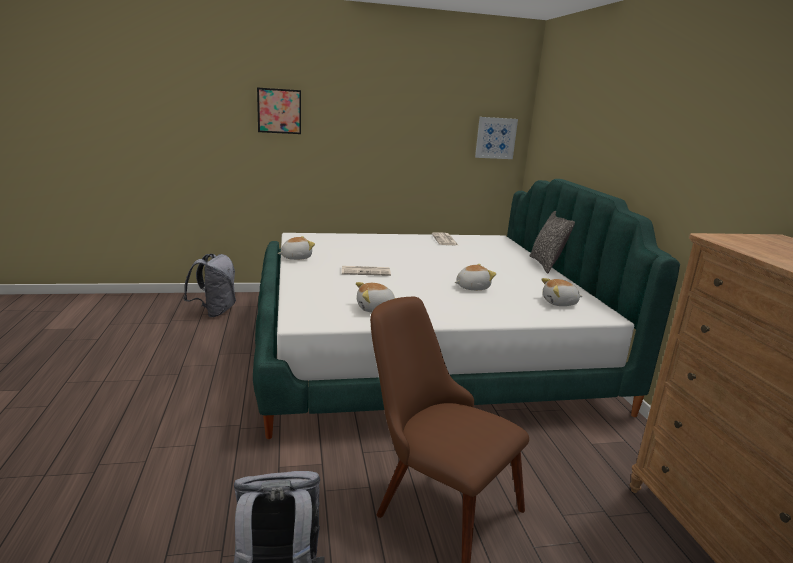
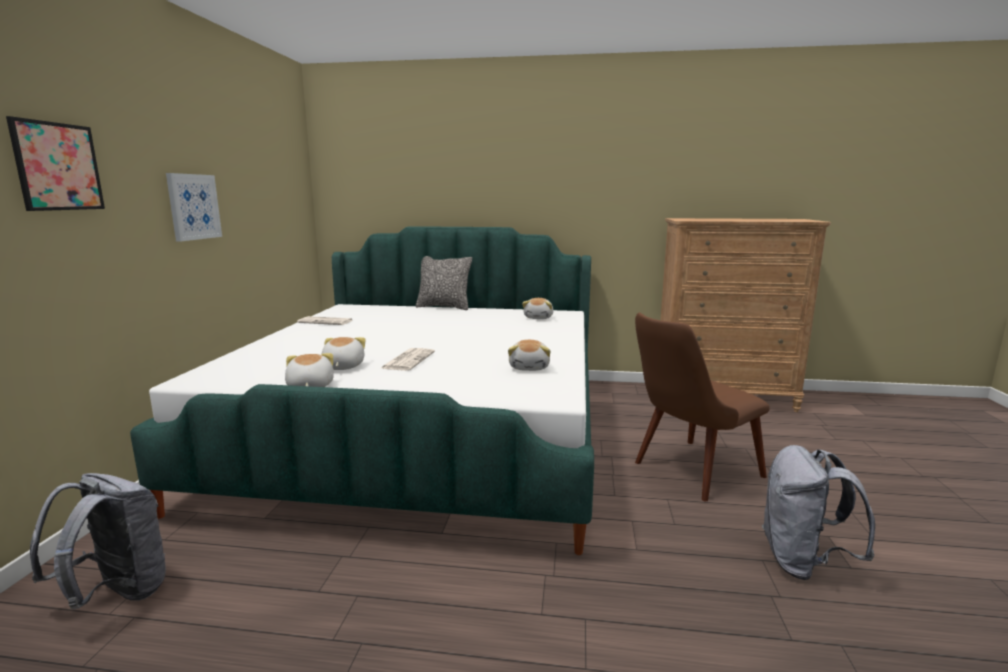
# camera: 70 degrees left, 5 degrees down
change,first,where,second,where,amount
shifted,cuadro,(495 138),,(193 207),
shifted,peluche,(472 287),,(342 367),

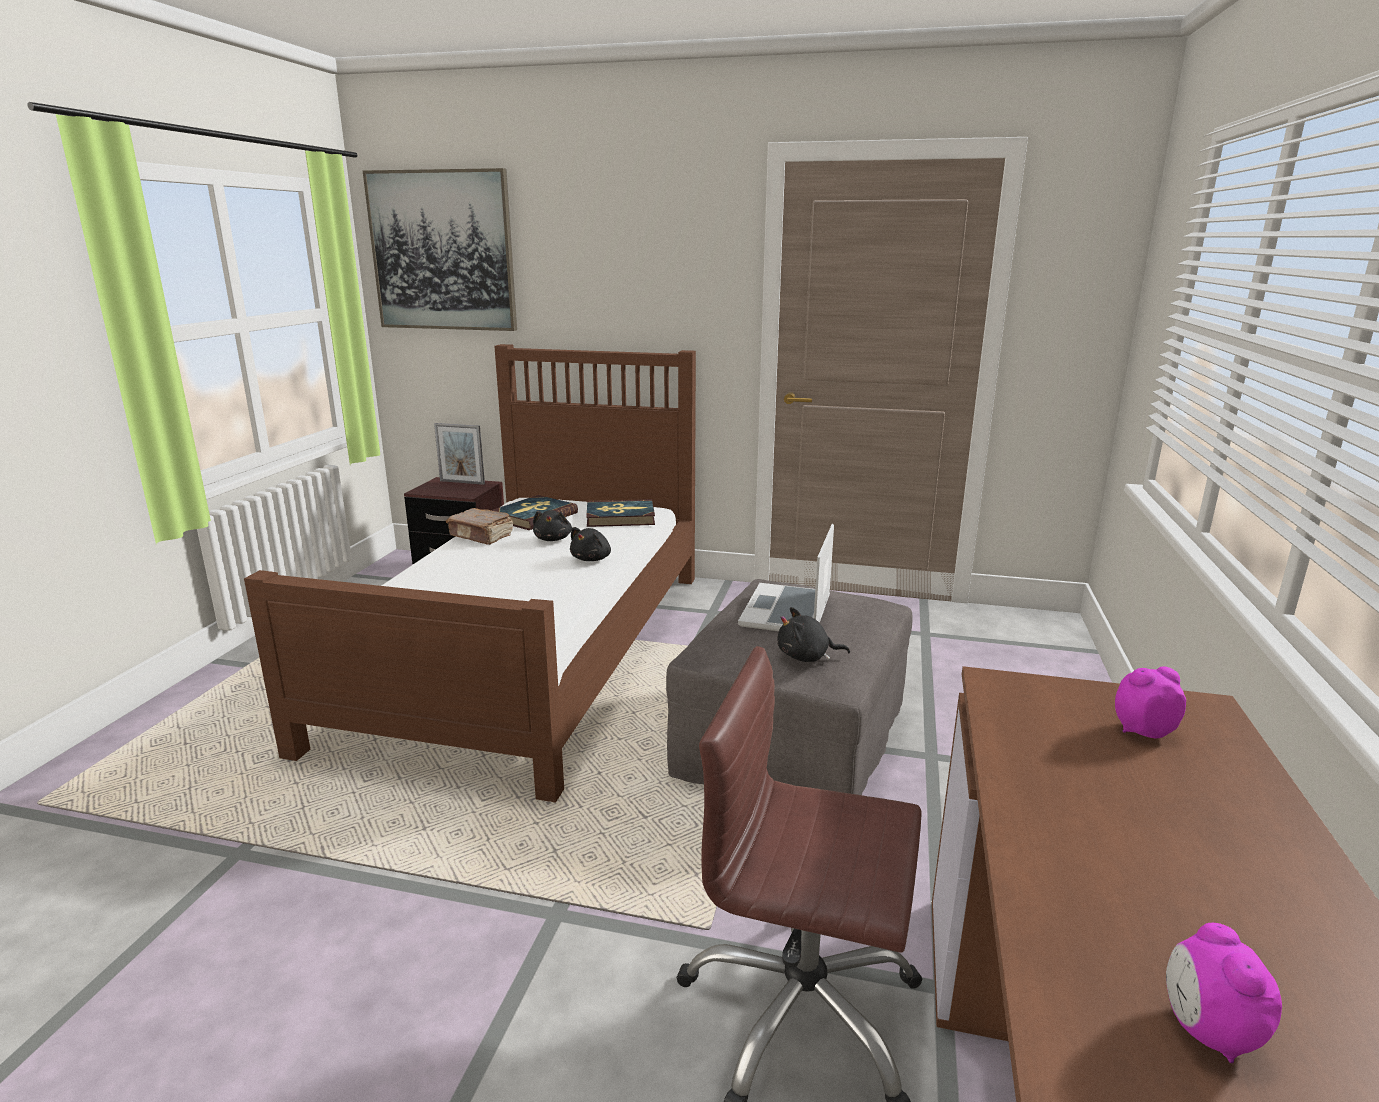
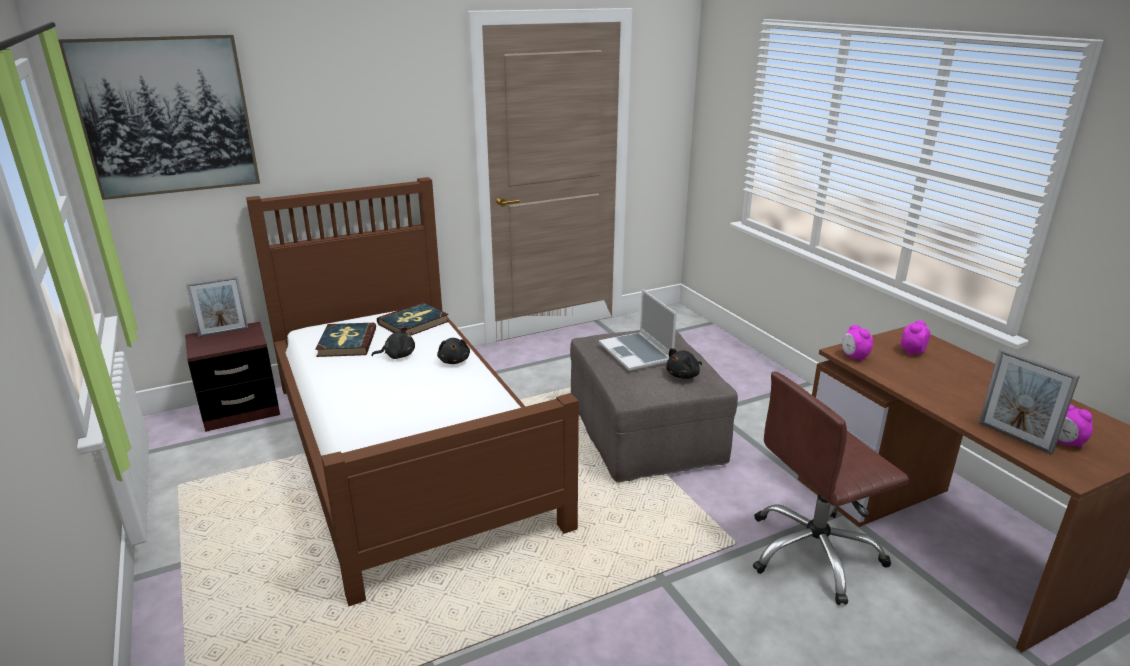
# camera: 40 degrees left, 5 degrees up
change,first,where,second,where,amount
rotated,peluche/negro,(553 539),,(397 355),60 degrees counterclockwise
new,,,despertador,(854 357),
new,,,portarretratos,(1014 437),
gone,libro/marrón,(481 536),,,

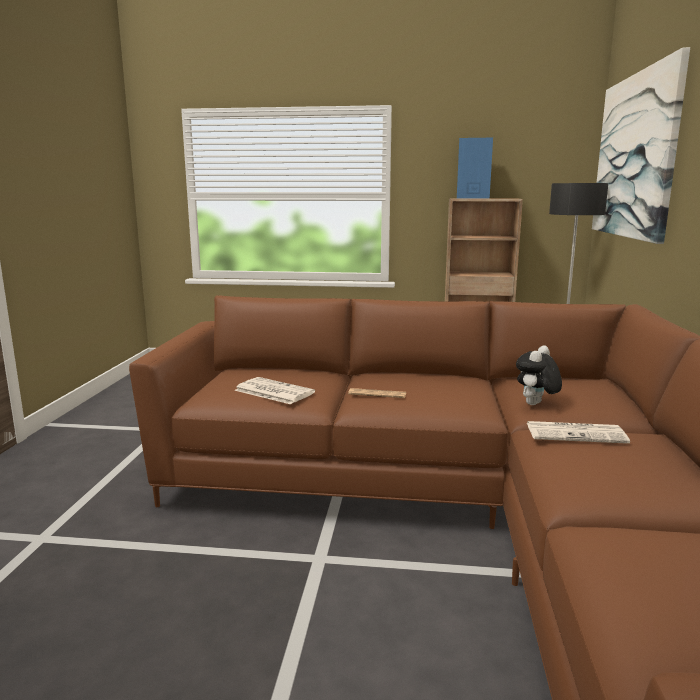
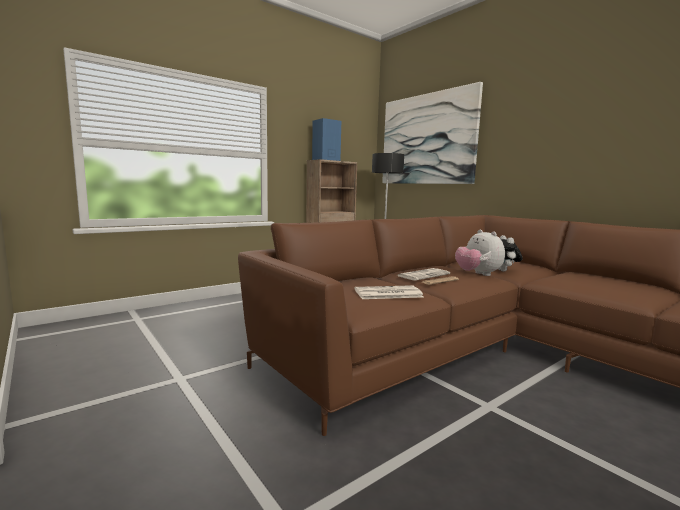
# camera: 45 degrees left, 5 degrees down
change,first,where,second,where,amount
shifted,periódico,(576 433),,(423 275),
new,,,peluche,(478 274),

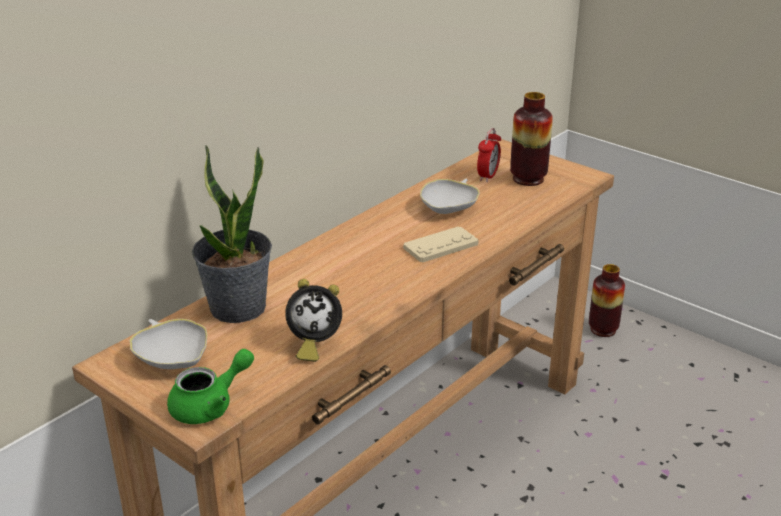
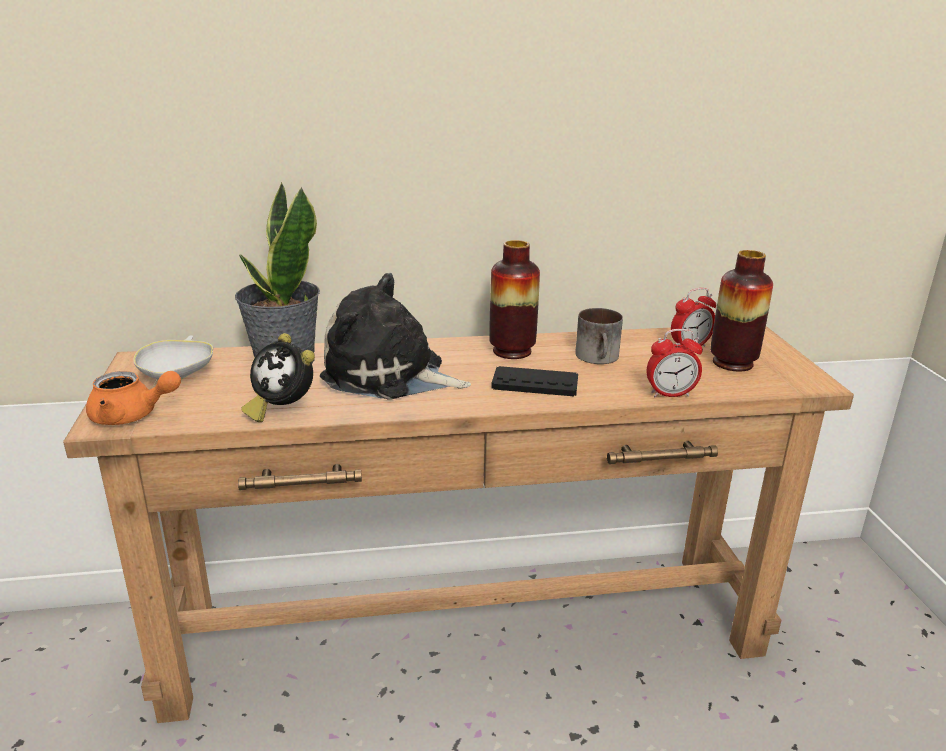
# camera: 40 degrees right, 5 degrees down
change,first,where,second,where,amount
repainted,tetera/verde,(210 406),tetera/naranja,(132 416),
new,,,peluche,(389 375),
shifted,florero,(603 330),,(512 351),
repainted,mando de consola/beis,(440 246),mando de consola/negro,(535 383),
swapped,cuenco/blanco,(449 208),taza grande,(600 358),
new,,,despertador,(670 394),

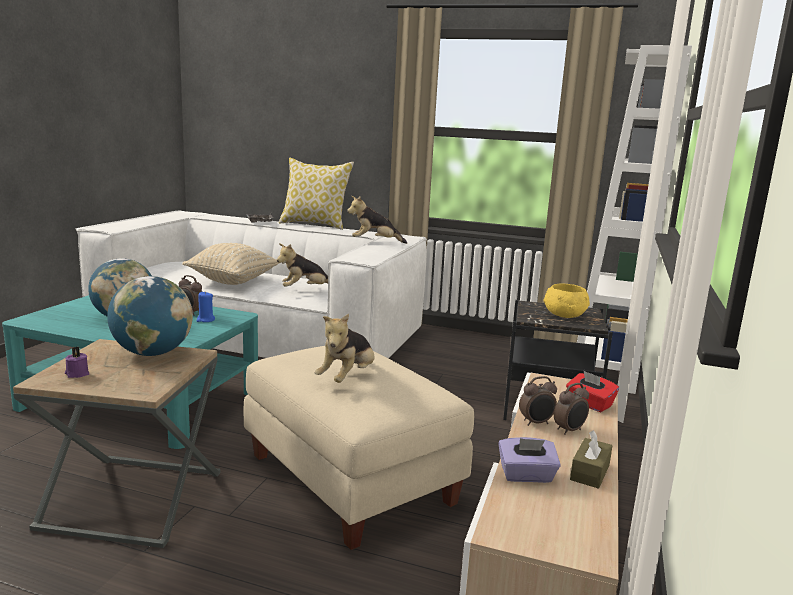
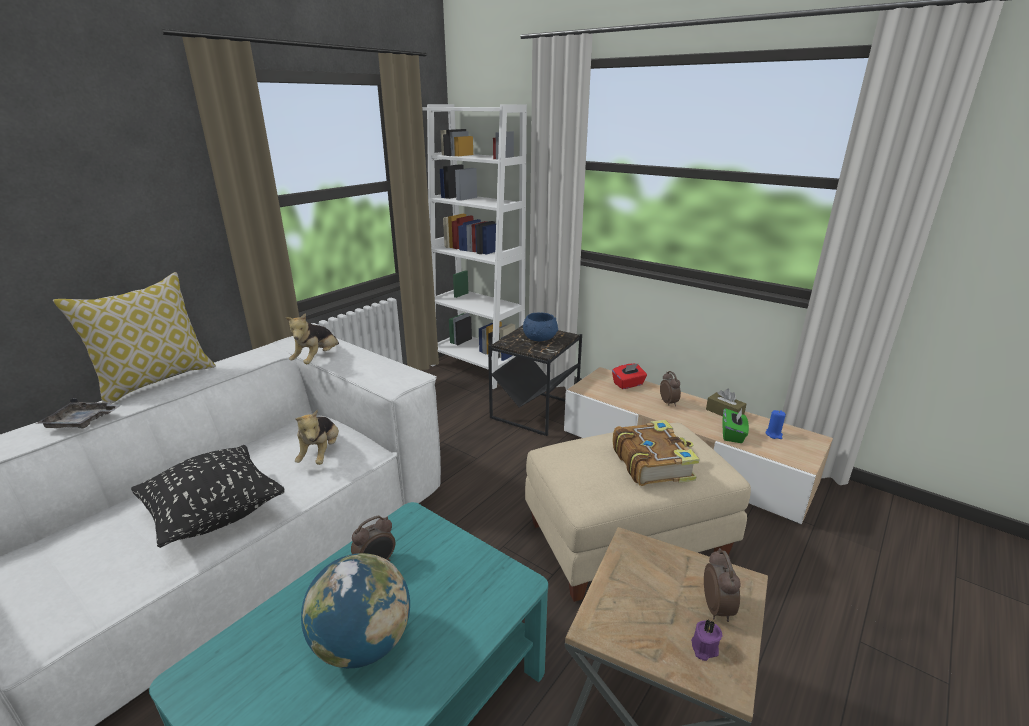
# camera: 70 degrees left, 10 degrees up
change,first,where,second,where,amount
repainted,cojín/beis,(233 281),cojín/negro,(215 514),
repainted,cuenco/amarillo,(564 315),cuenco/azul,(540 338),
swapped,peluche,(347 378),libro,(652 462),
shifted,despertador,(536 423),,(717 608),
repainted,caja de pañuelos/morado,(526 475),caja de pañuelos/verde,(732 435),
shifted,vela/azul,(205 320),,(774 434),
gone,globo terráqueo,(152 353),,,

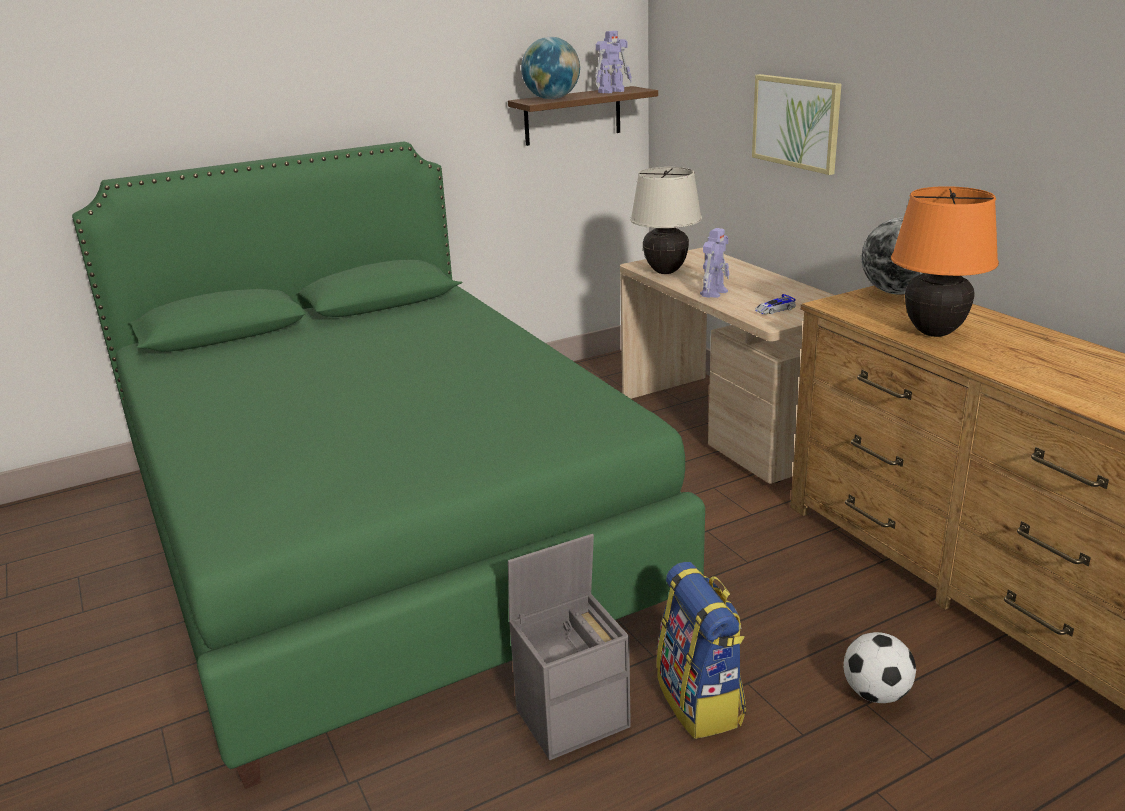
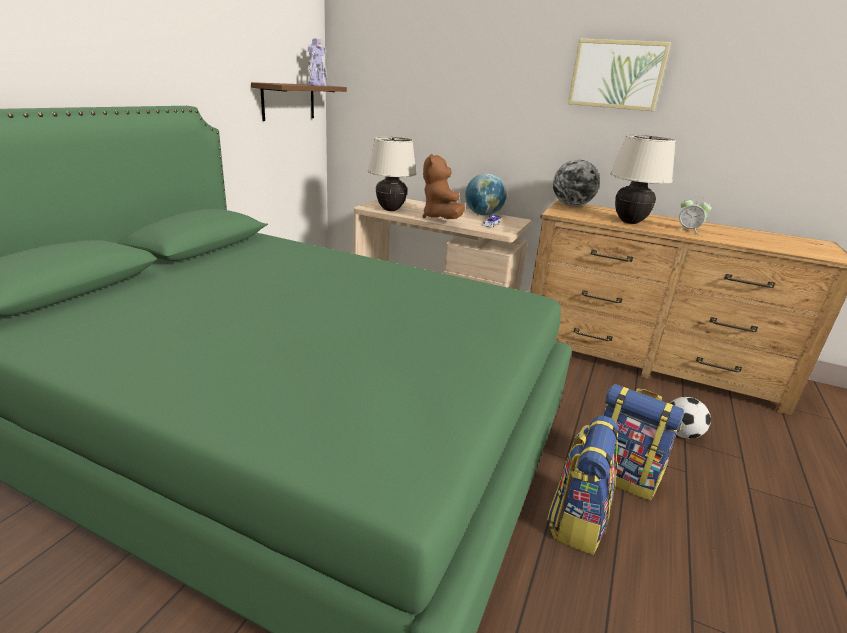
# camera: 40 degrees left, 0 degrees up
change,first,where,second,where,amount
swapped,robot de juguete,(714 292),peluche/marrón,(441 218),
shifted,globo terráqueo,(552 99),,(483 214),
swapped,caja de almacenaje/gris,(573 716),mochila,(577 520),
shifted,cuadro,(796 122),,(616 75),
repainted,lámpara de mesa/naranja,(934 332),lámpara de mesa/beis,(629 222),
new,,,despertador,(688 230),

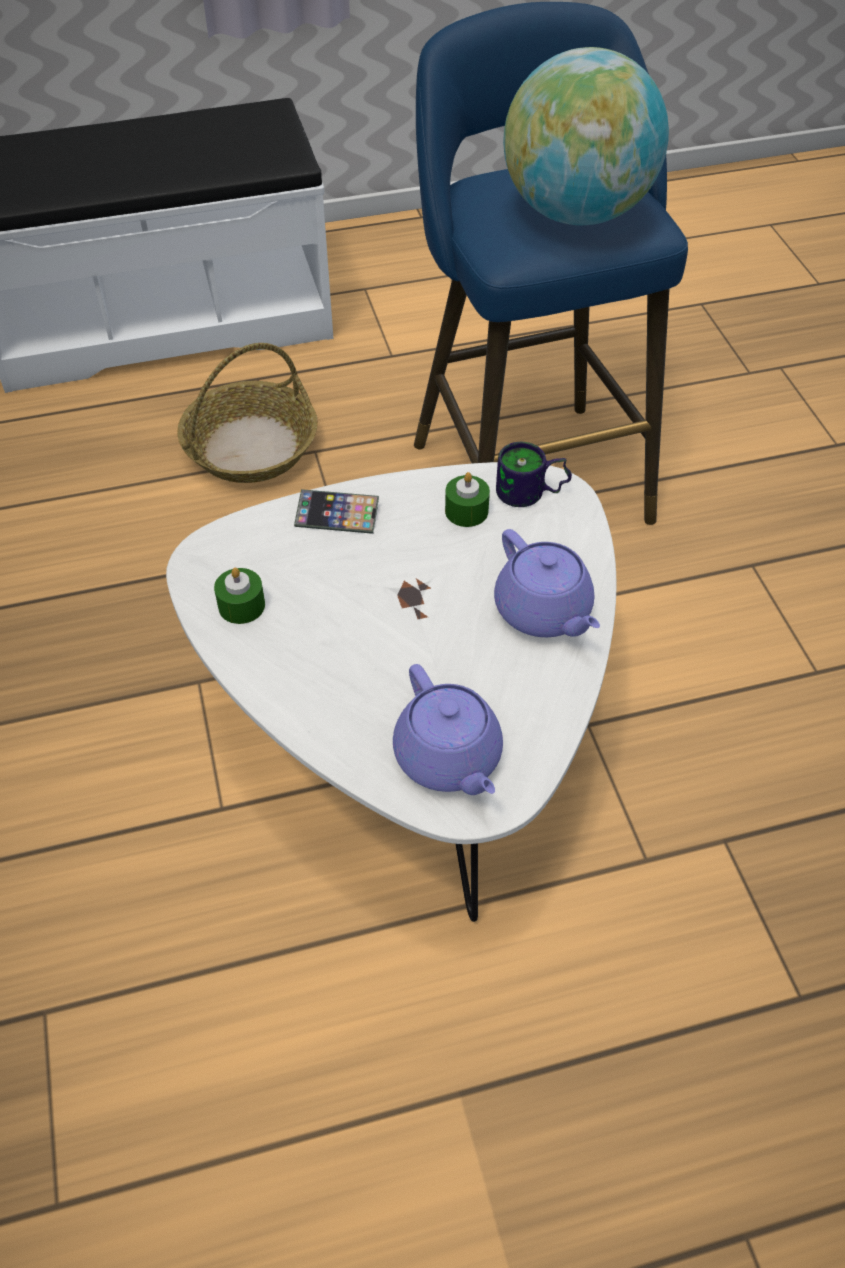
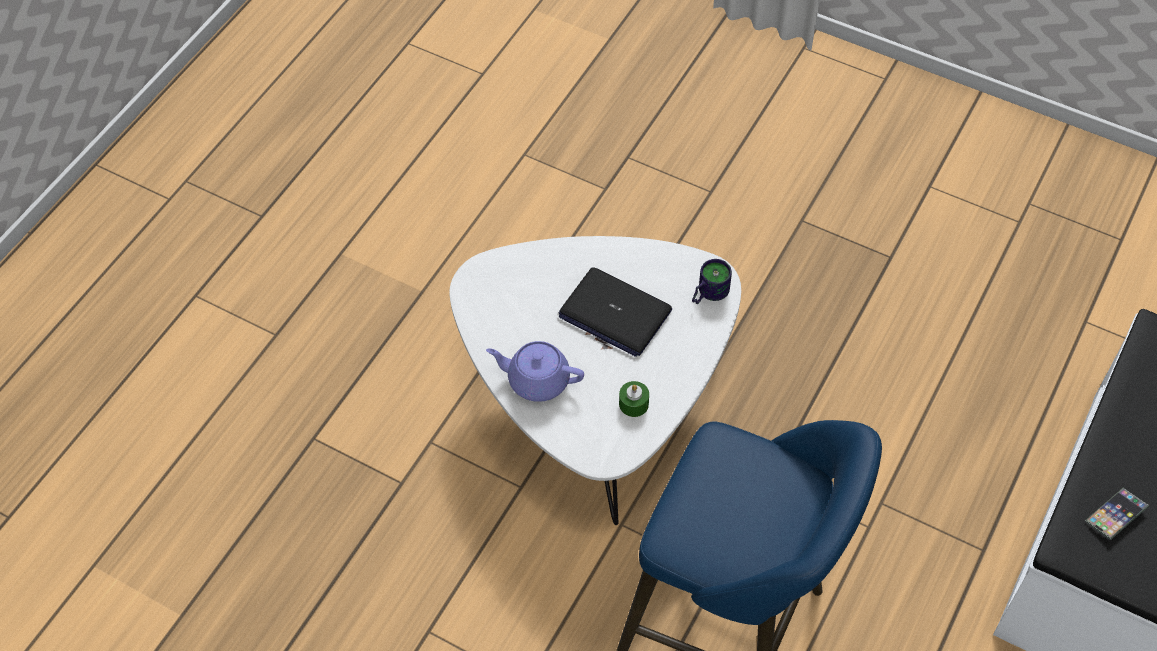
# camera: 135 degrees right, 5 degrees up
change,first,where,second,where,amount
new,,,portátil,(614 313),
shifted,taza grande,(531 494),,(707 292),
shifted,móvil,(337 516),,(1115 515),
gone,cesta,(251 446),,,
gone,vela/verde,(241 605),,,
gone,tetera/morado,(448 758),,,
gone,globo terráqueo,(576 213),,,

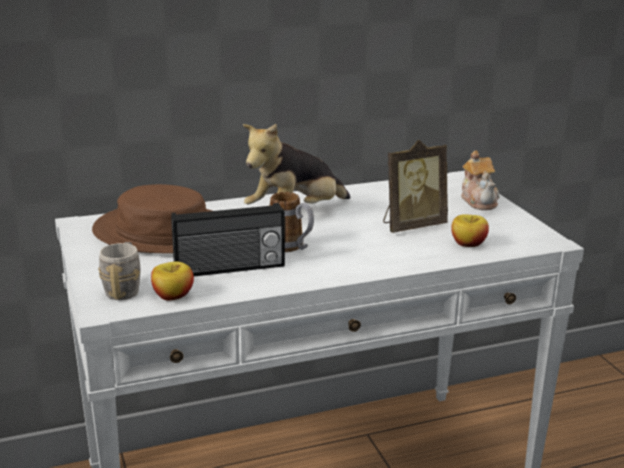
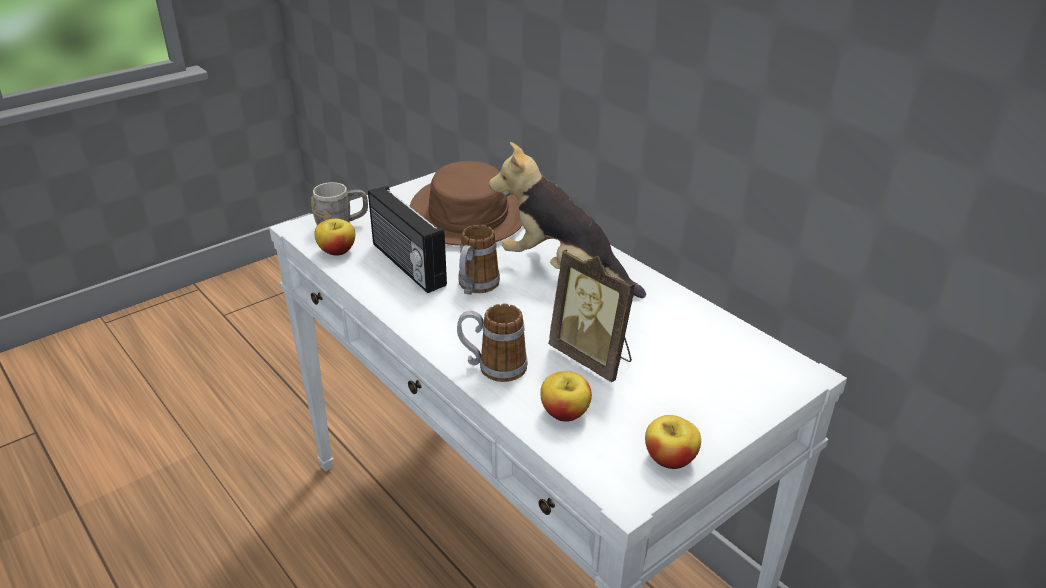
# camera: 70 degrees right, 10 degrees up
change,first,where,second,where,amount
new,,,taza grande,(493 367),
new,,,manzana,(670 459),
gone,tetera,(479 201),,,

